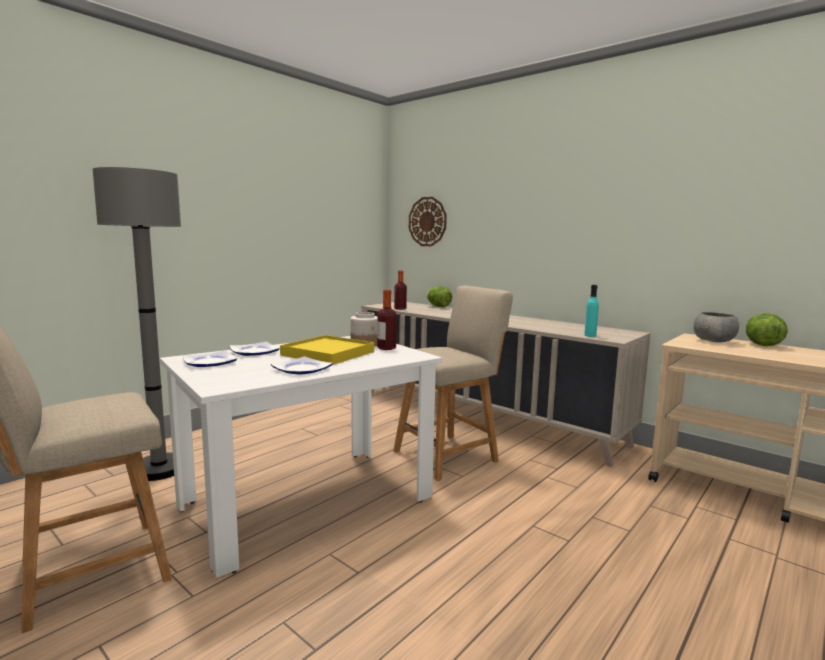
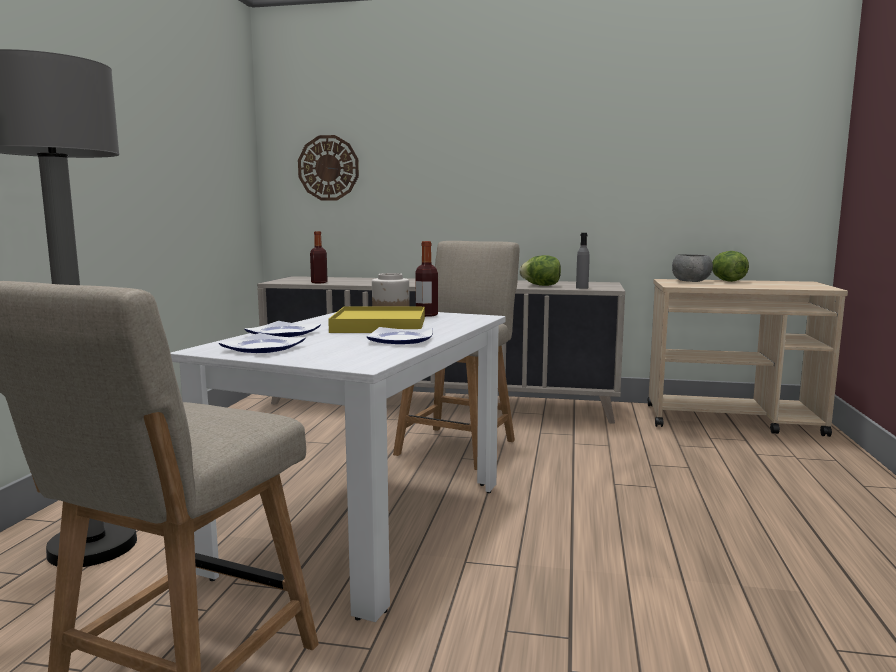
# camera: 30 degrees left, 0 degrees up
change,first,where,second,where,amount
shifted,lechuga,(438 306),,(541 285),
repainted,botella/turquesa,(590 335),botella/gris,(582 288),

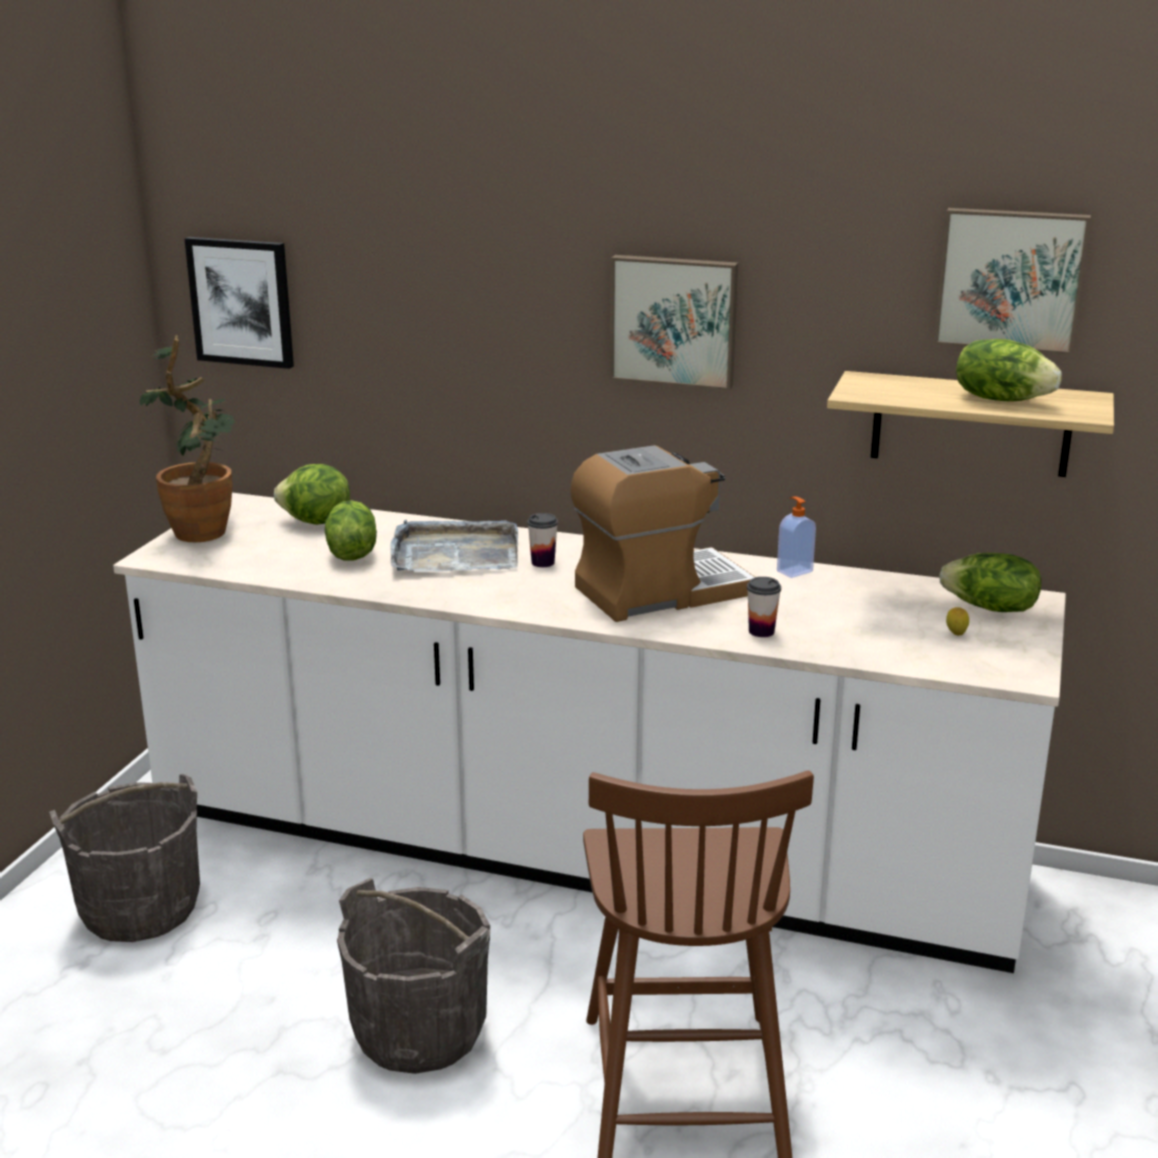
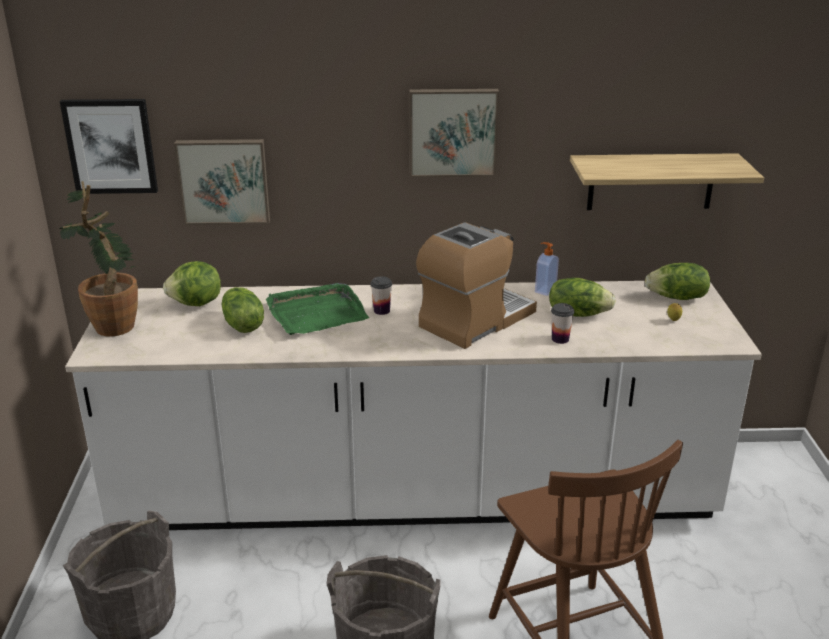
# camera: 20 degrees left, 5 degrees up
change,first,where,second,where,amount
shifted,cuadro,(1010 279),,(224 180),
repainted,bandeja/gris,(454 553),bandeja/verde,(315 313),
shifted,lechuga,(1001 399),,(577 314),

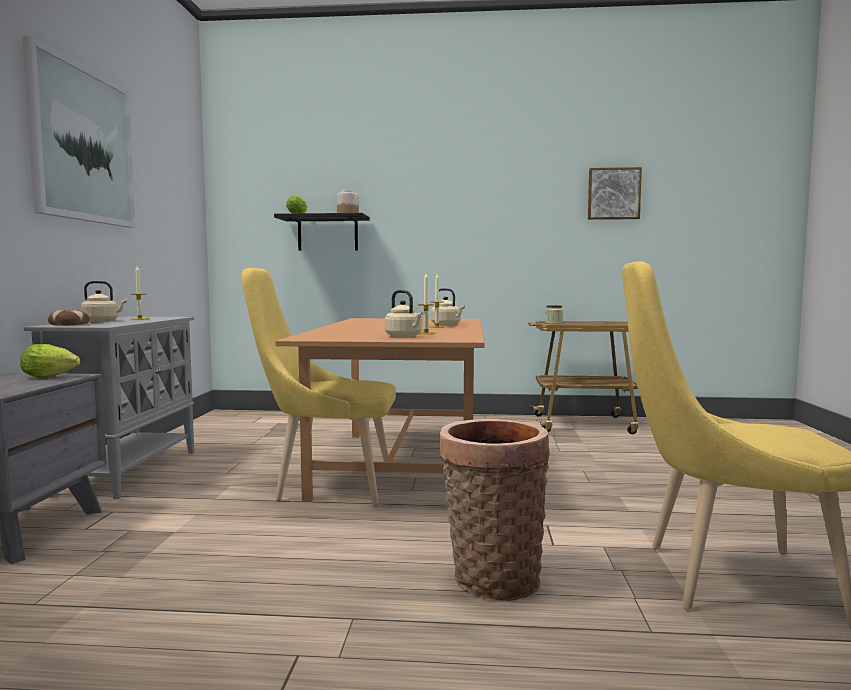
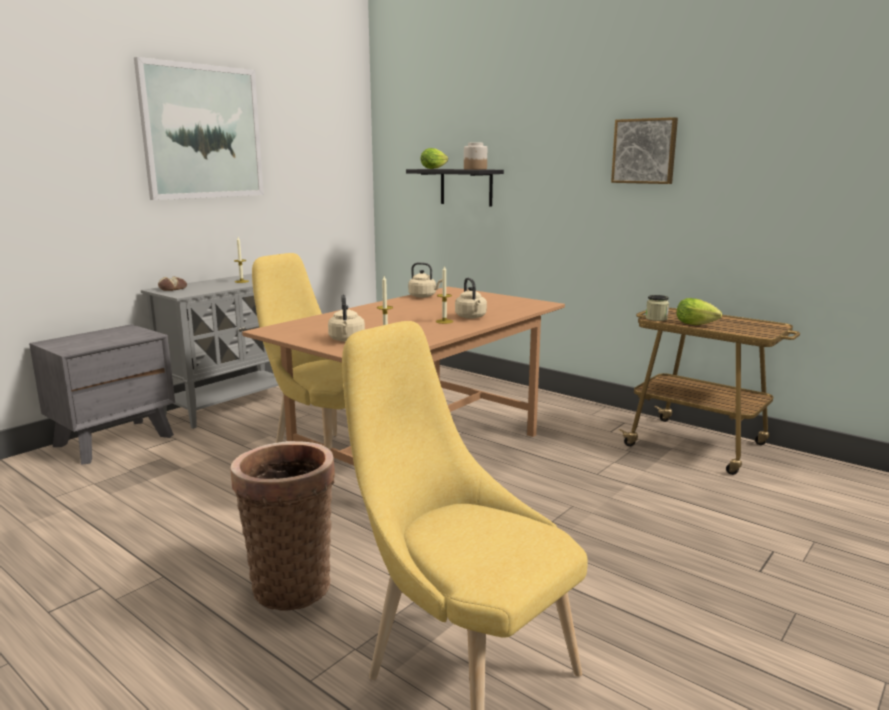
# camera: 35 degrees right, 10 degrees up
change,first,where,second,where,amount
shifted,hervidor/beis,(102 321),,(424 296),
shifted,cuadro,(613 194),,(644 151),
shifted,lechuga,(52 377),,(698 325),

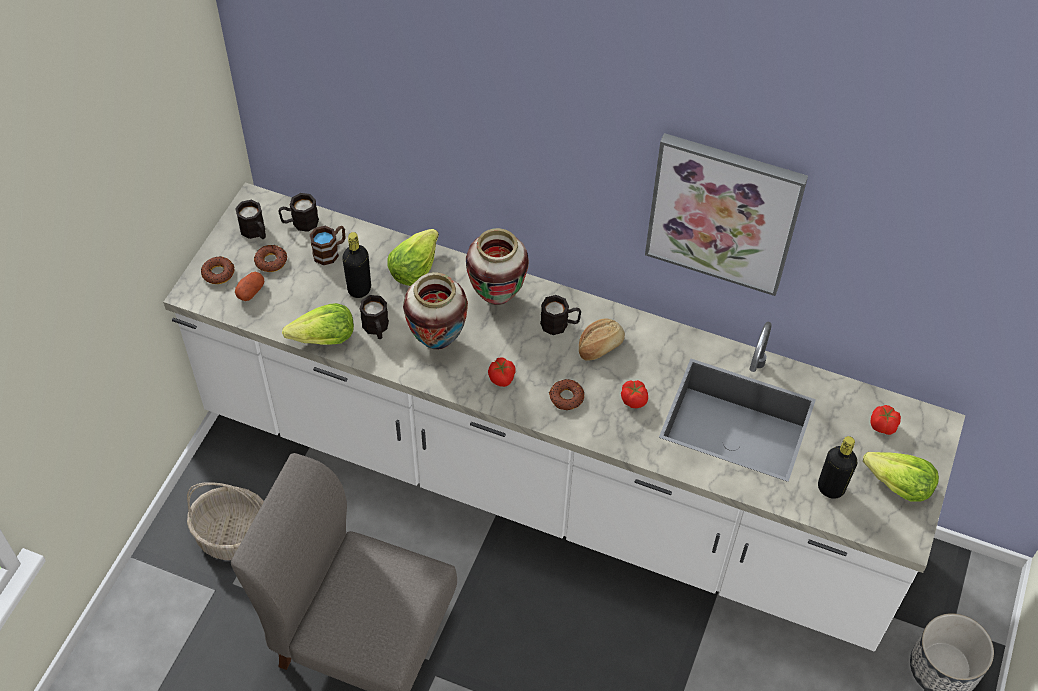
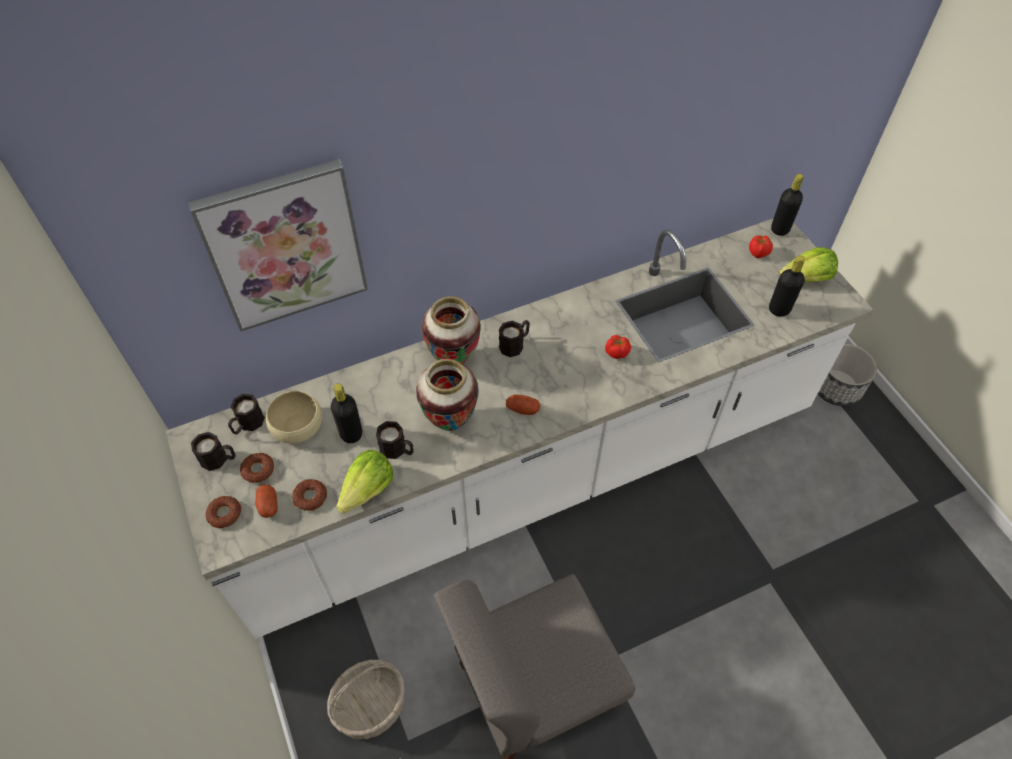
# camera: 45 degrees left, 0 degrees up
change,first,where,second,where,amount
shifted,cuadro,(723 213),,(285 246),
swapped,taza grande/marrón,(330 251),cuenco/beis,(297 426),
shifted,rosquilla,(566 397),,(310 497),
swapped,tomate,(502 378),patata,(522 409),
new,,,botella/negro,(780 229),
gone,lechuga,(414 267),,,
gone,pan,(600 346),,,

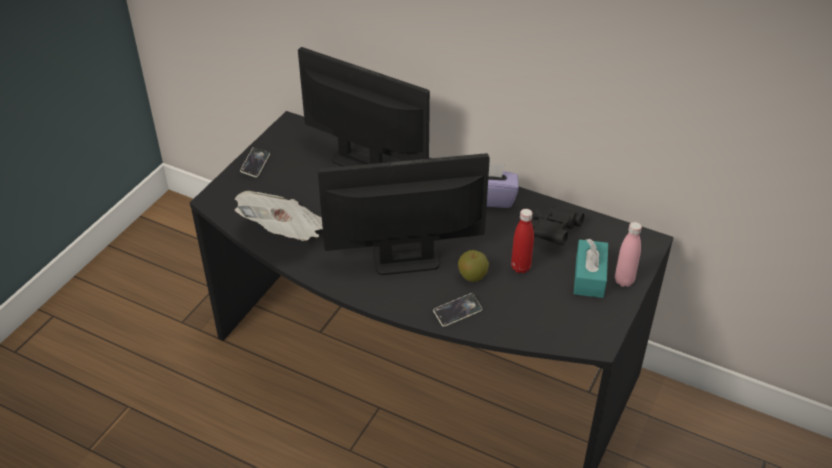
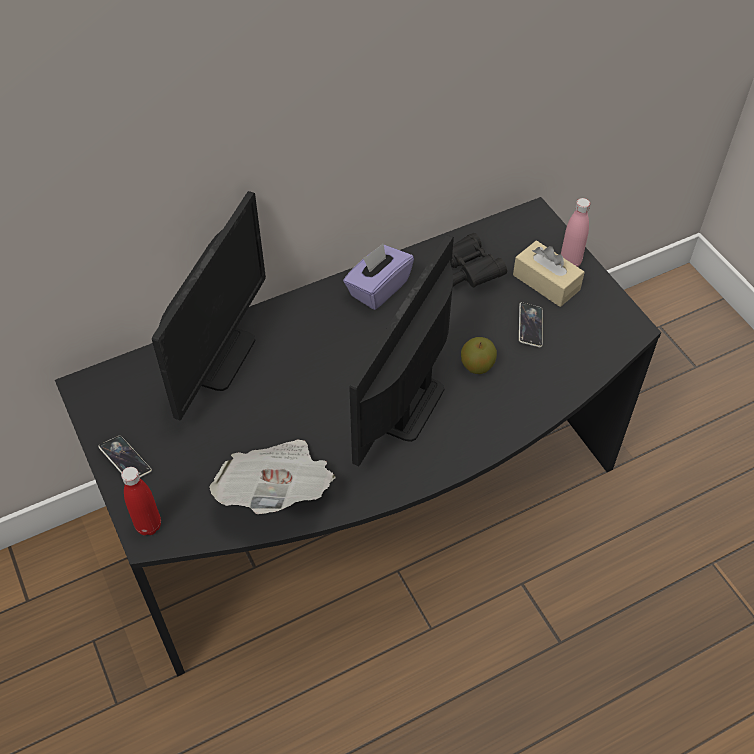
# camera: 55 degrees left, 10 degrees up
change,first,where,second,where,amount
shifted,botella/rojo,(520 267),,(148 525),
rotated,monitor,(363 160),,(219 357),135 degrees clockwise
repainted,caja de pañuelos/turquesa,(589 276),caja de pañuelos/beis,(546 282),
shifted,móvil,(457 312),,(530 327),

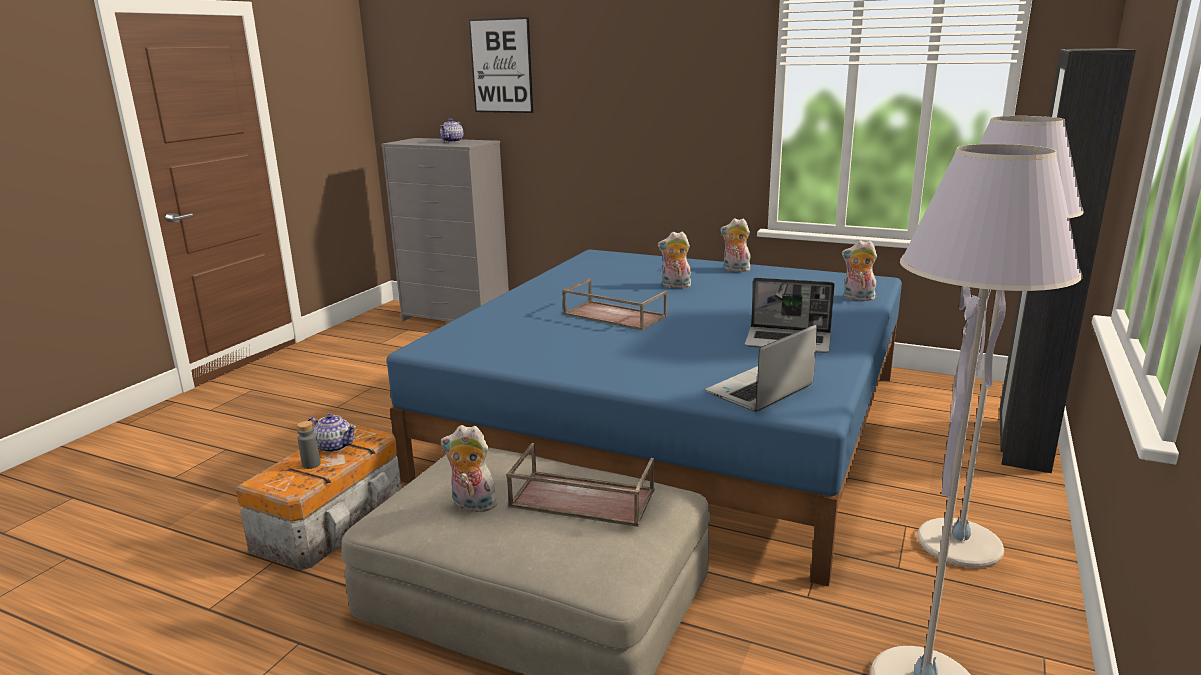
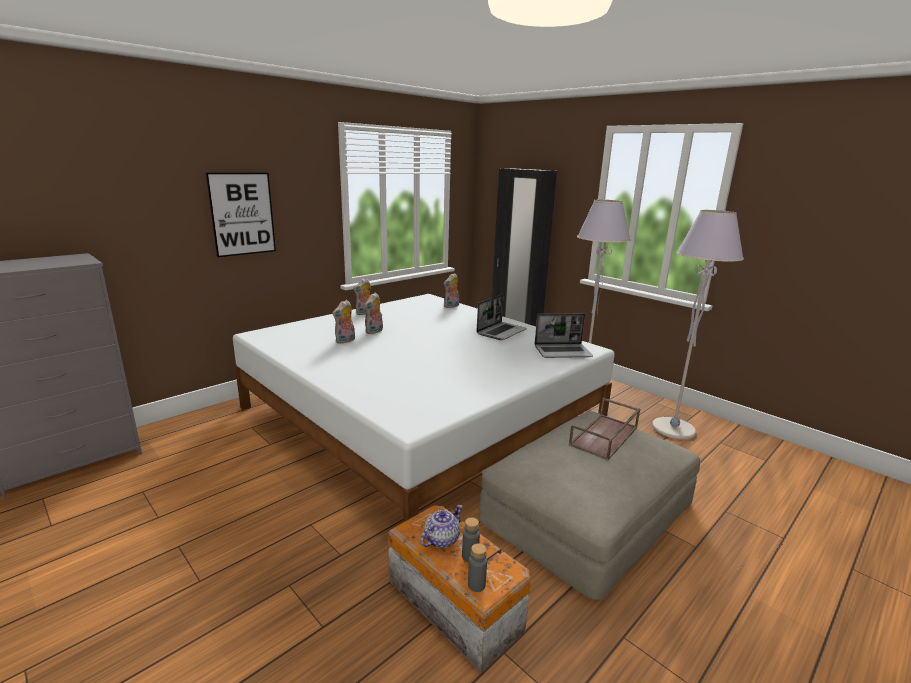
# camera: 70 degrees left, 0 degrees up
change,first,where,second,where,amount
shifted,cuadro,(501 66),,(242 214),
repainted,cama/azul,(674 424),cama/blanco,(421 417),
shifted,peluche,(471 505),,(345 341),
new,,,botella/gris,(476 585),
rotated,portátil,(760 391),,(563 352),75 degrees counterclockwise
gone,tetera,(452 141),,,
gone,bandeja/marrón,(613 315),,,

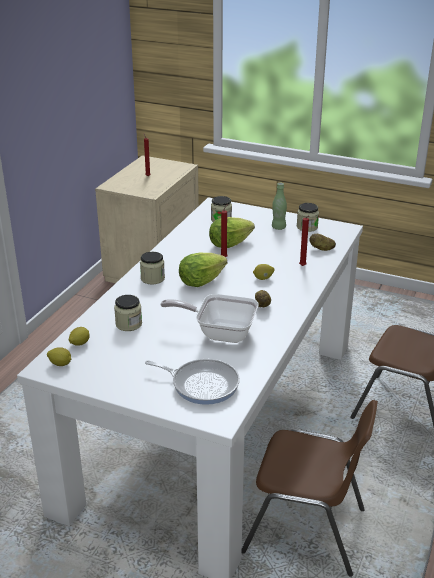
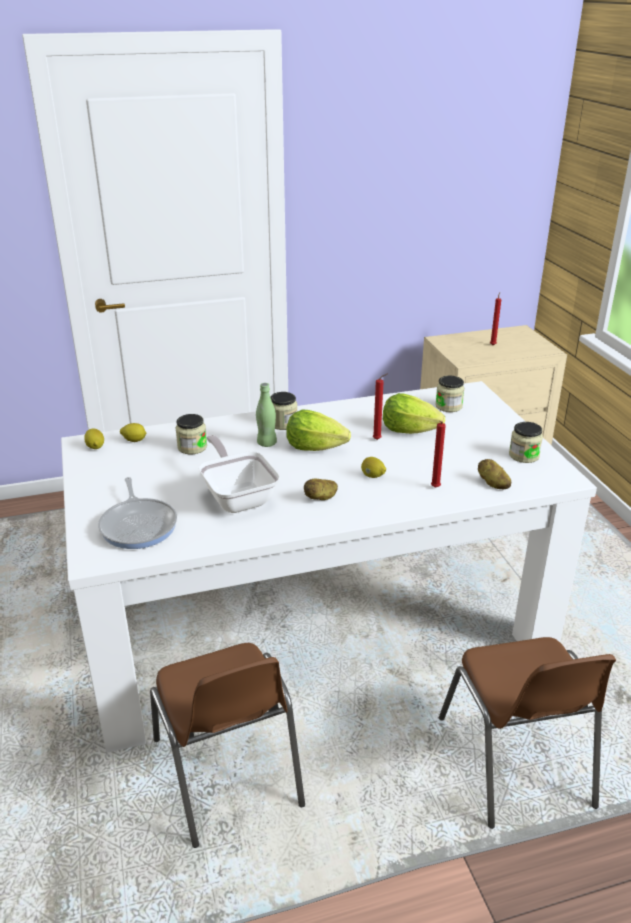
# camera: 50 degrees right, 0 degrees up
change,first,where,second,where,amount
shifted,botella/verde,(278 227),,(267 443),

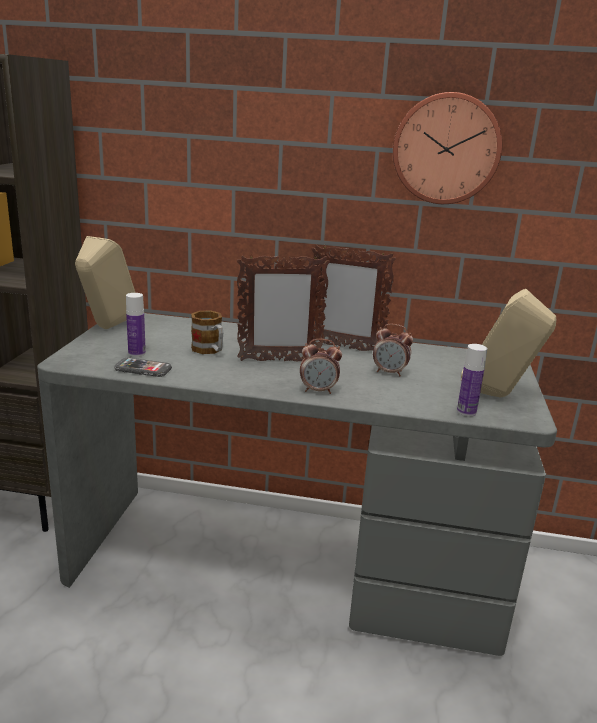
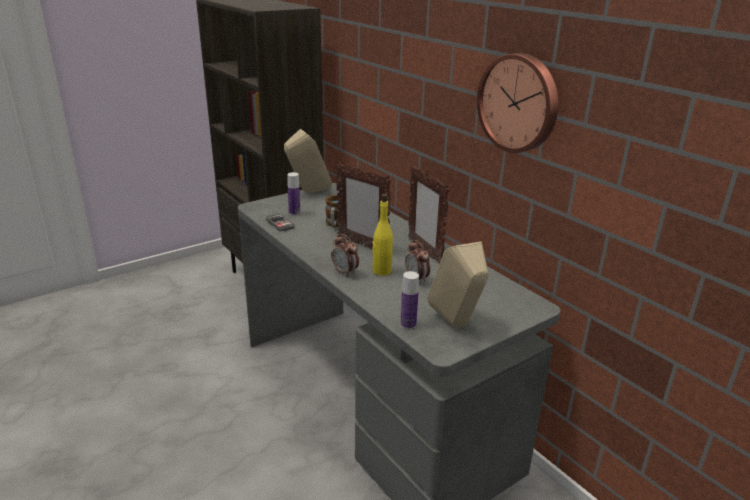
# camera: 45 degrees right, 5 degrees up
change,first,where,second,where,amount
new,,,botella/amarillo,(381 271),

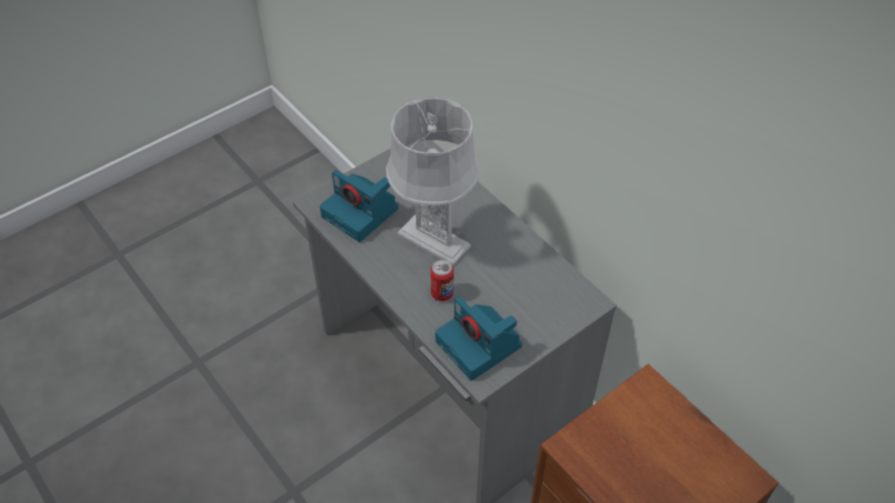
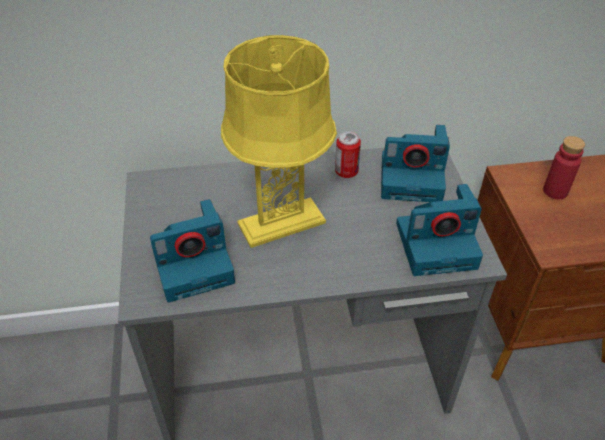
# camera: 60 degrees left, 5 degrees down
change,first,where,second,where,amount
repainted,lámpara de mesa/gris,(433 240),lámpara de mesa/amarillo,(281 223),
shifted,lata,(442 293),,(346 172),
new,,,cámara,(413 178),
new,,,botella/rojo,(555 191),

